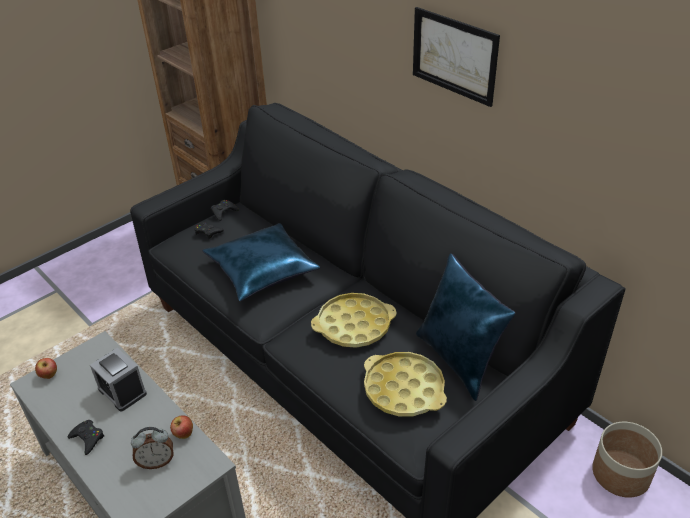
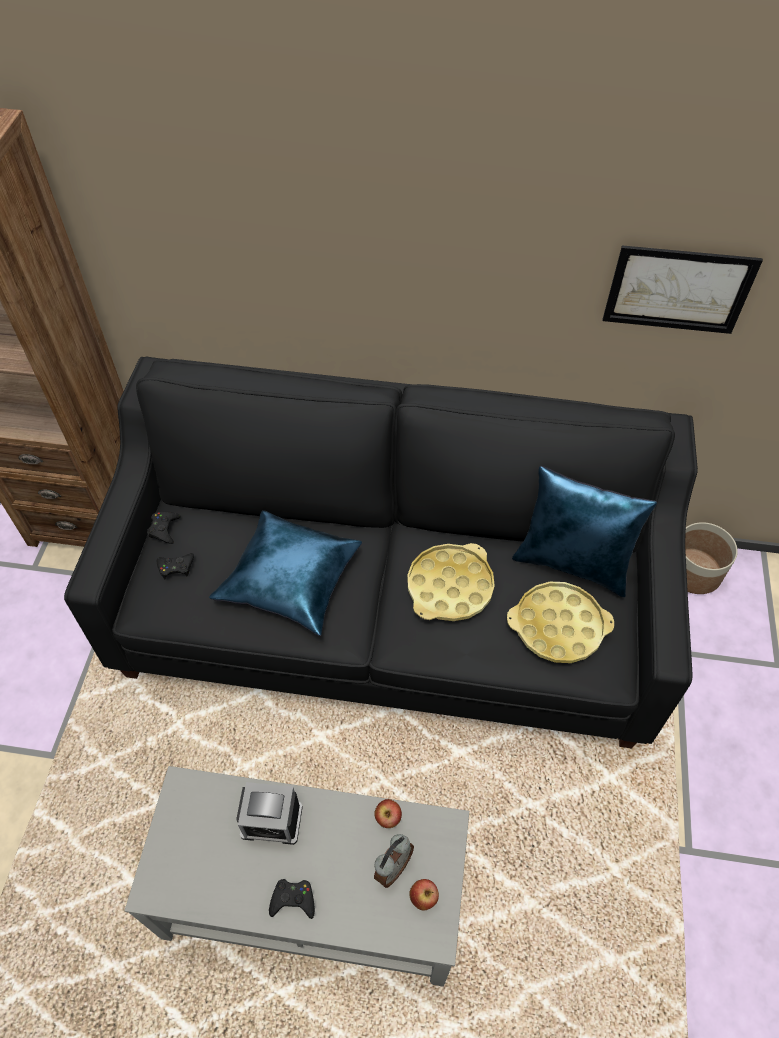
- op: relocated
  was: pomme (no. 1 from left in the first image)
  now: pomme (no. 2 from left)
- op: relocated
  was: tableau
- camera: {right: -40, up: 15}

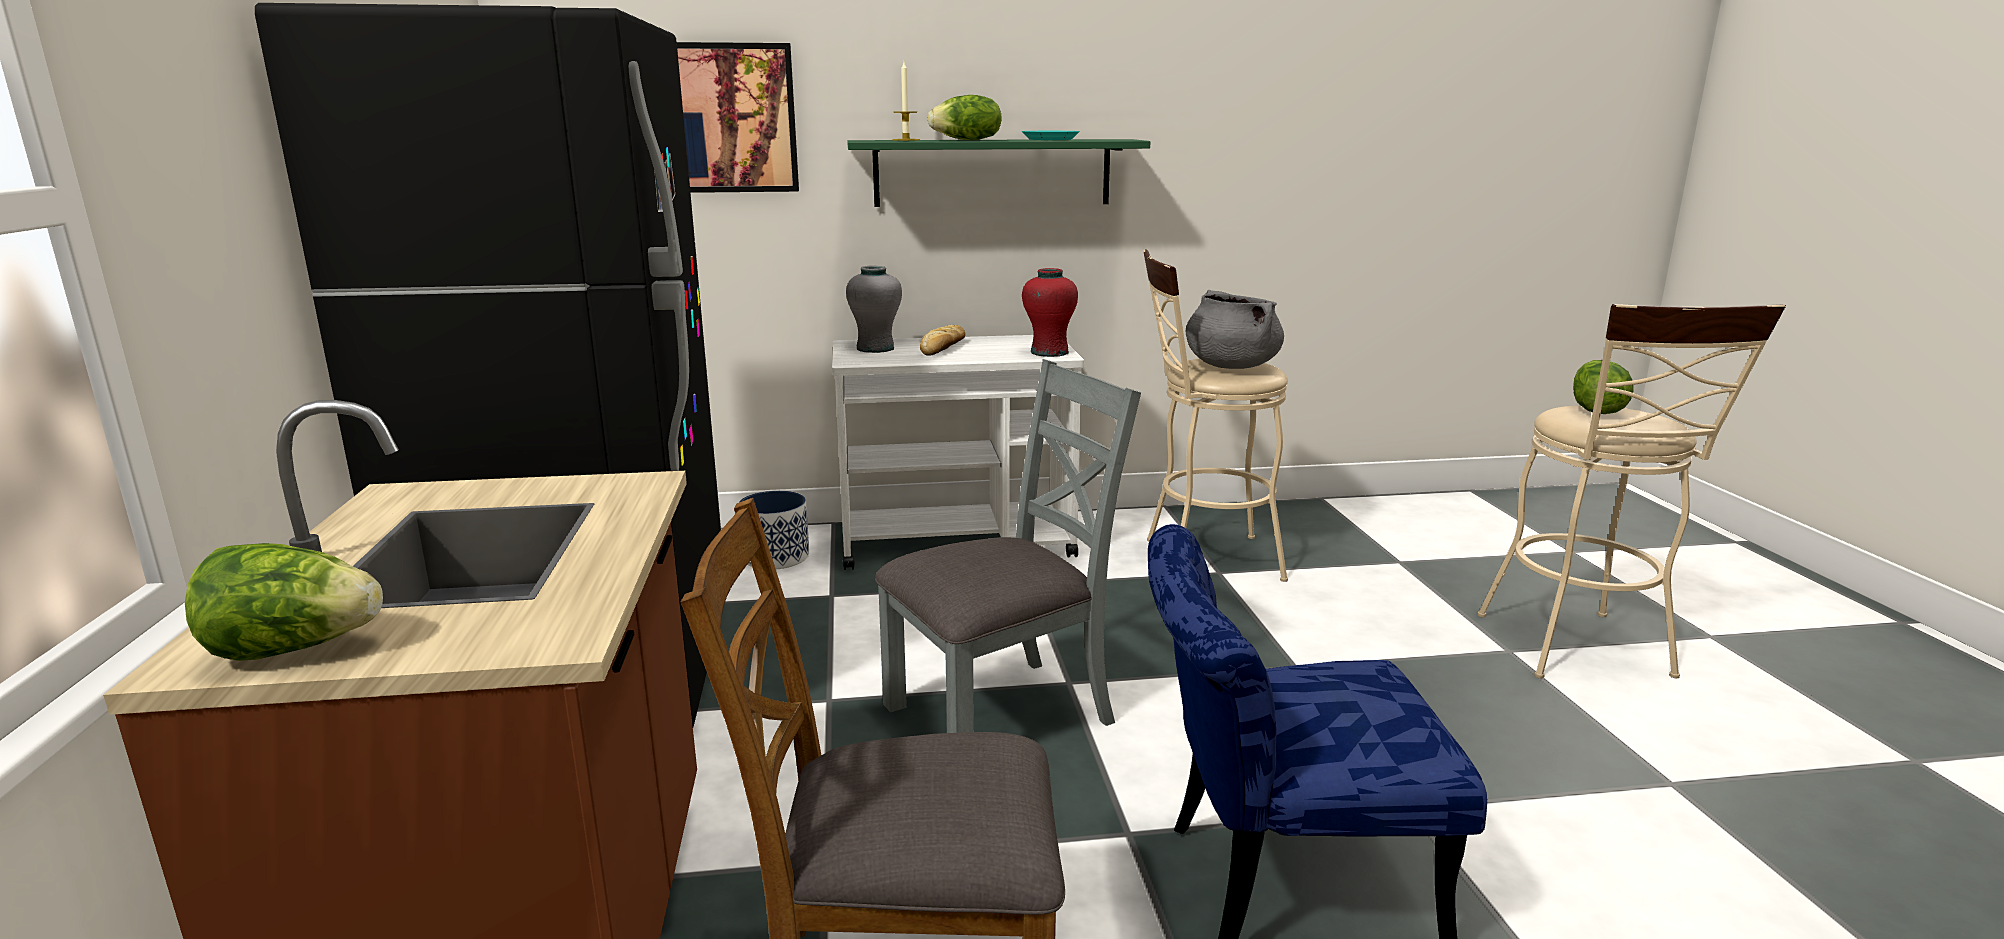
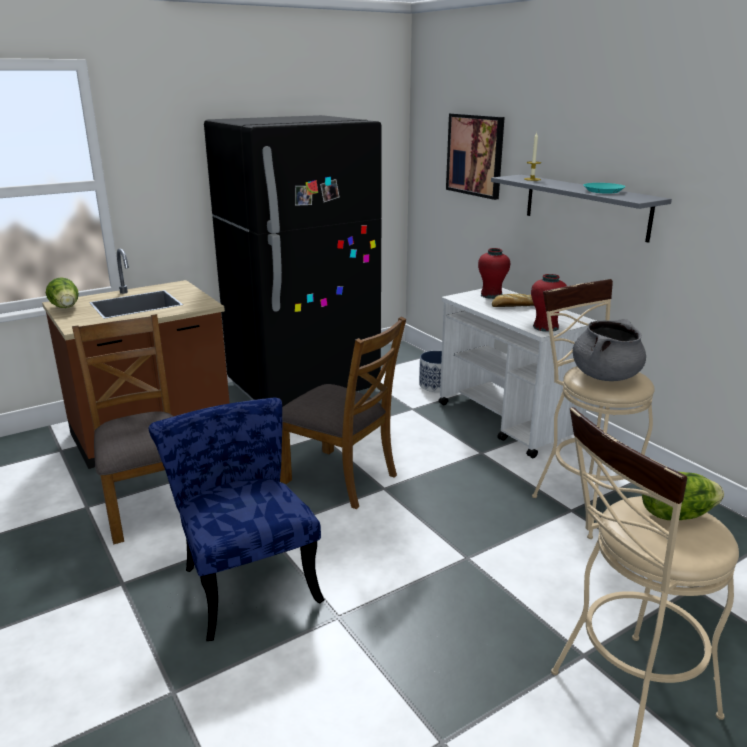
- op: colour
  was: chaise/gris
  now: chaise/marron (no. 2 from left)
- op: colour
  was: vase/gris
  now: vase/rouge (no. 1 from left)
- op: colour
  was: étagère/vert
  now: étagère/gris
- op: missing
  was: laitue (no. 2 from left)
- camera: {right: 65, up: 5}

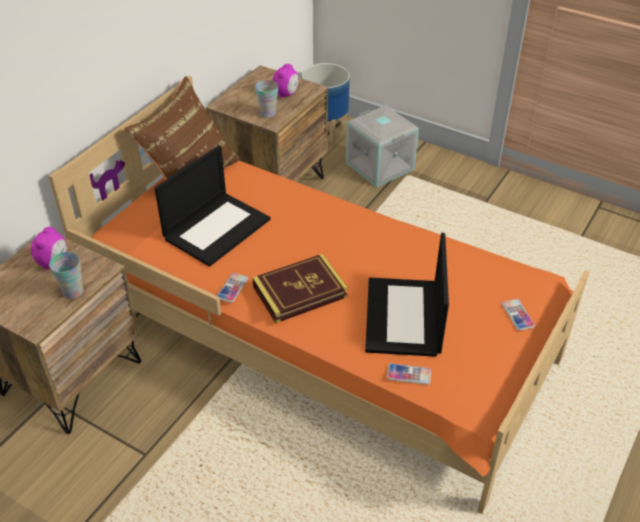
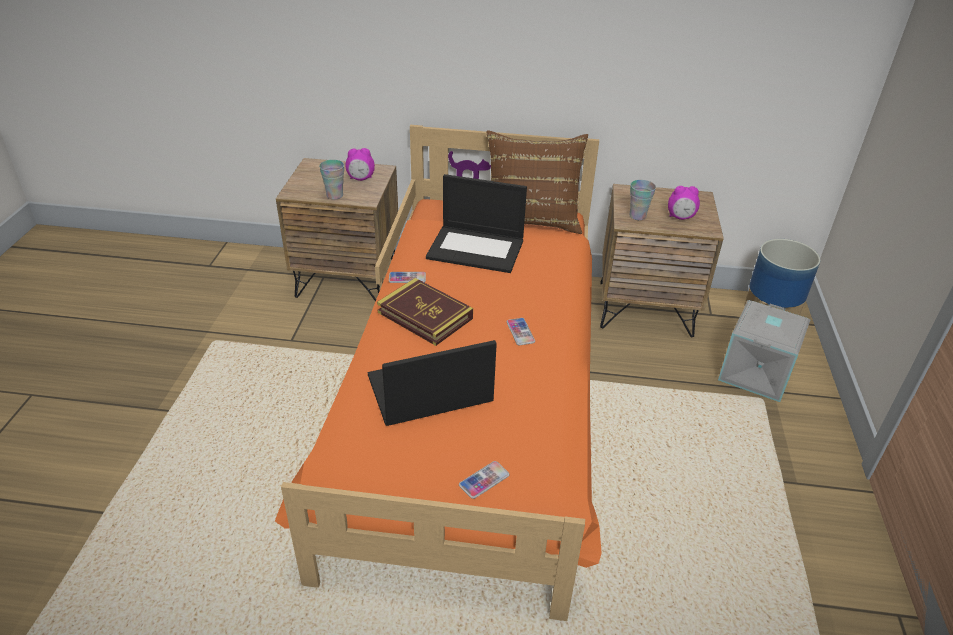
- op: relocated
  was: téléphone (no. 2 from left in the first image)
  now: téléphone (no. 3 from left)
- camera: {right: 65, up: -5}

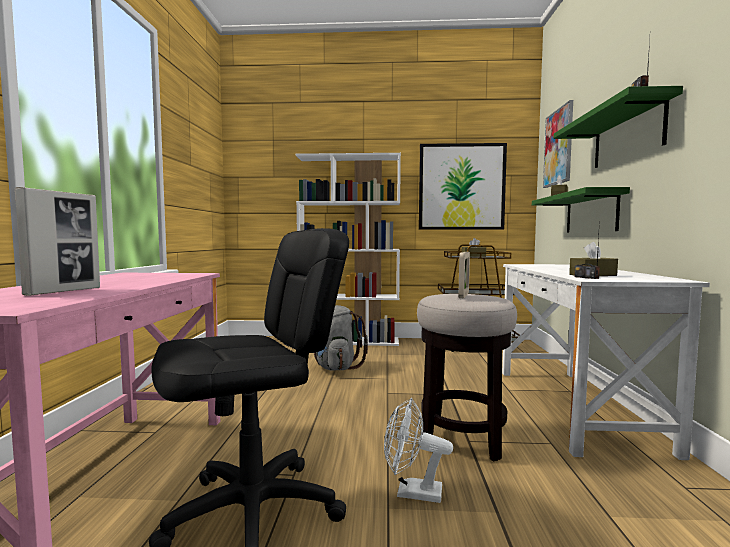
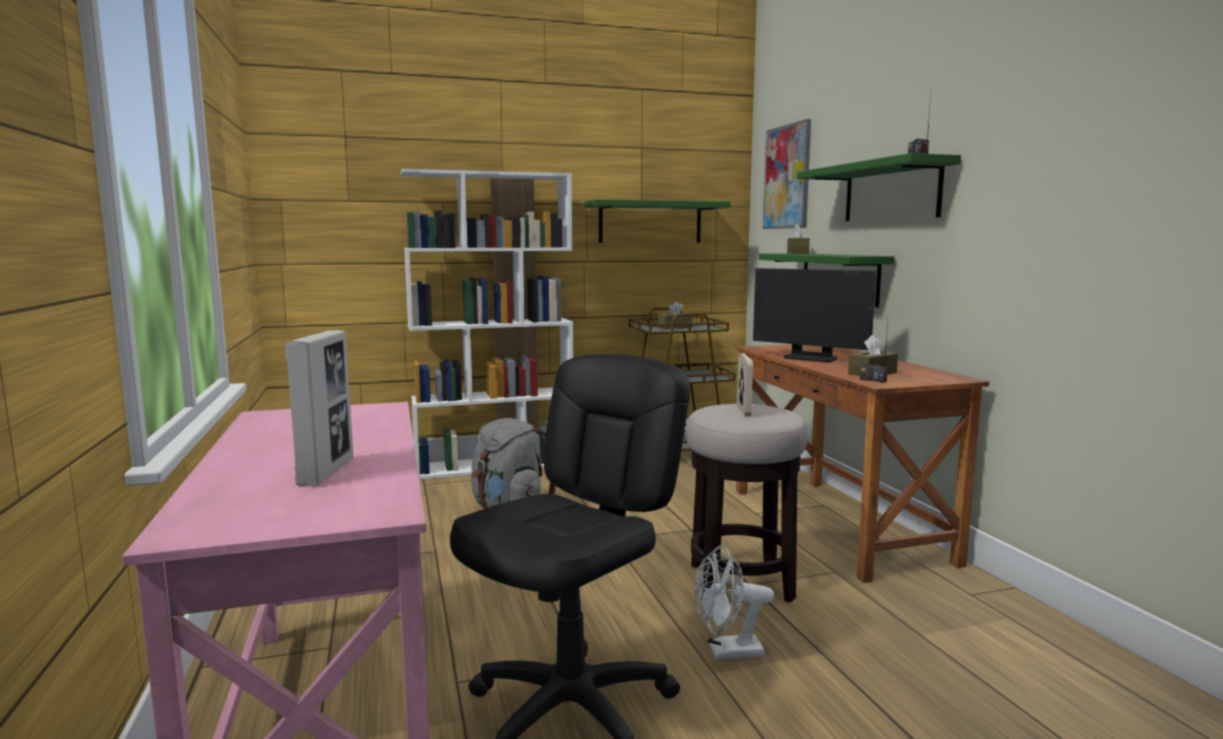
- op: exchanged
  was: tableau (no. 1 from left)
  now: étagère/vert (no. 1 from left)
- op: colour
  was: bureau/blanc
  now: bureau/marron
- op: appeared
  now: écran d'ordinateur
- camera: {right: -20, up: 5}

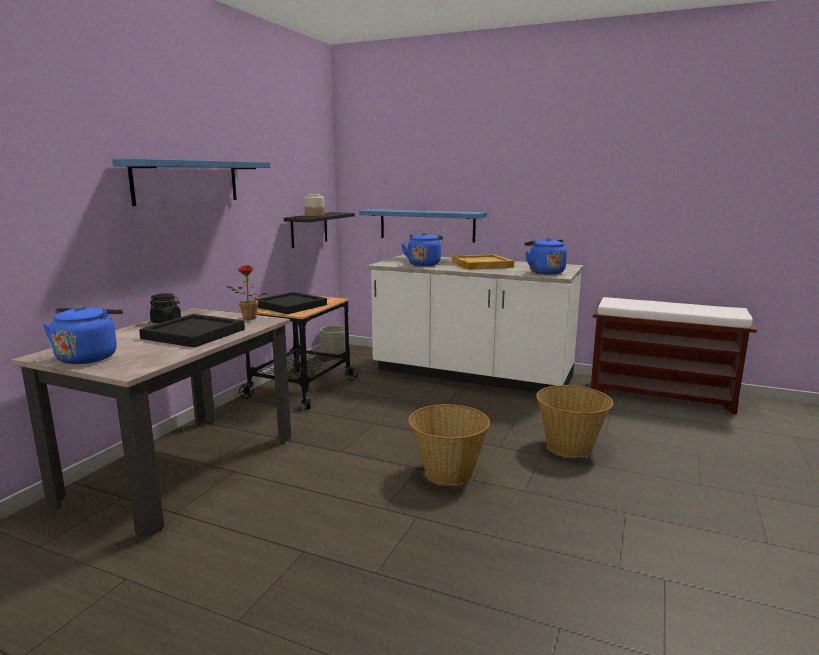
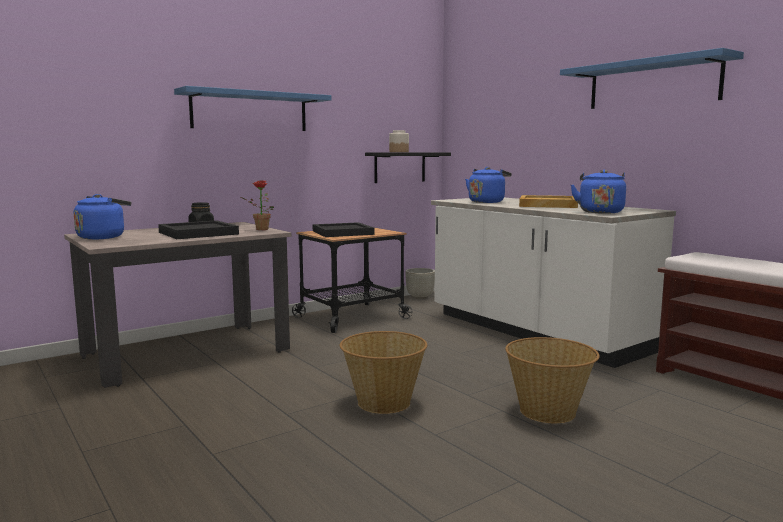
- op: relocated
  was: étagère/bleu (no. 2 from left)
- camera: {right: 30, up: -5}

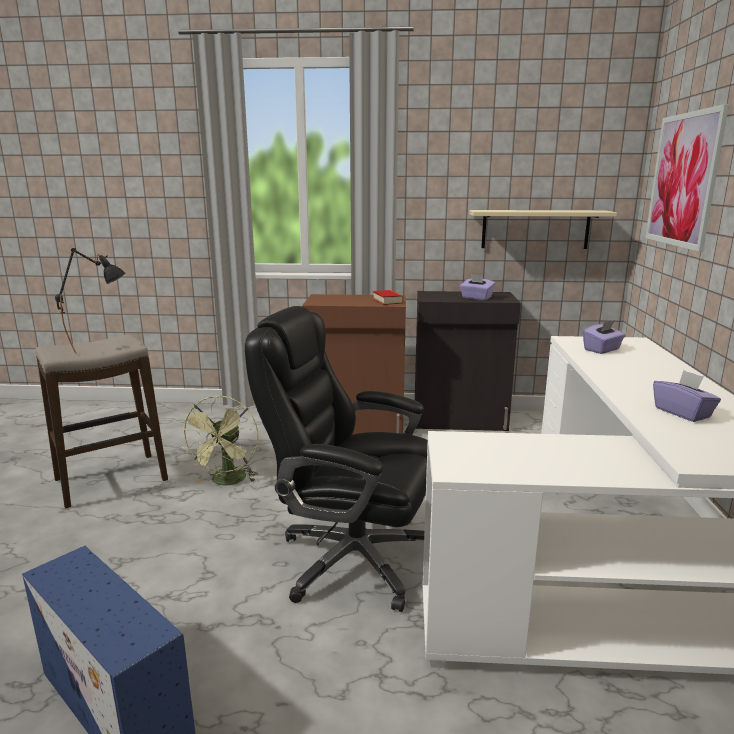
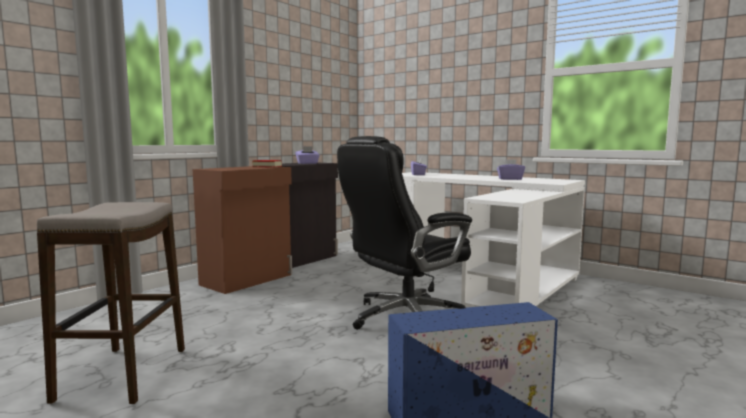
- op: missing
  was: lampe de table/noir
- op: missing
  was: ventilateur/vert
- op: missing
  was: étagère/beige
- op: missing
  was: tableau
- camera: {right: -55, up: -10}

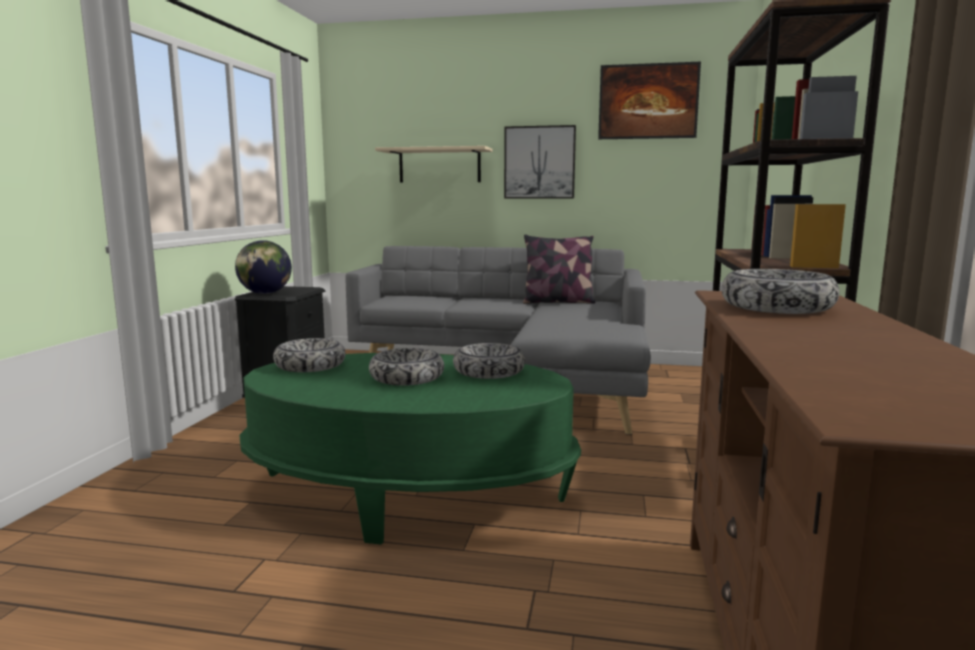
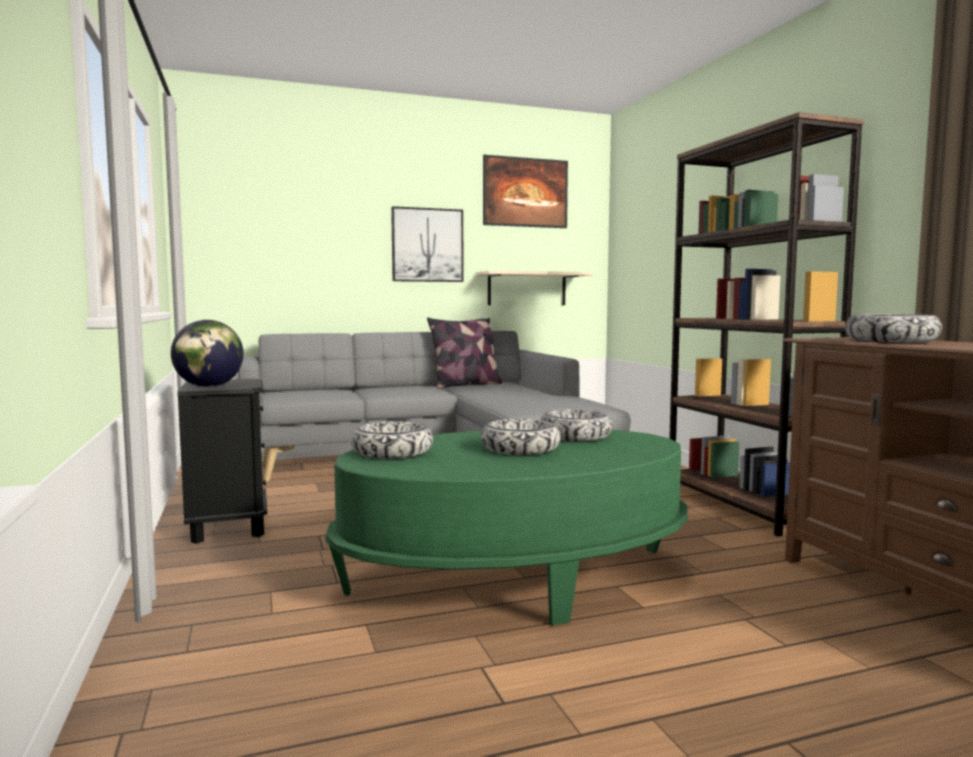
- op: relocated
  was: étagère/beige
- camera: {right: -30, up: -5}

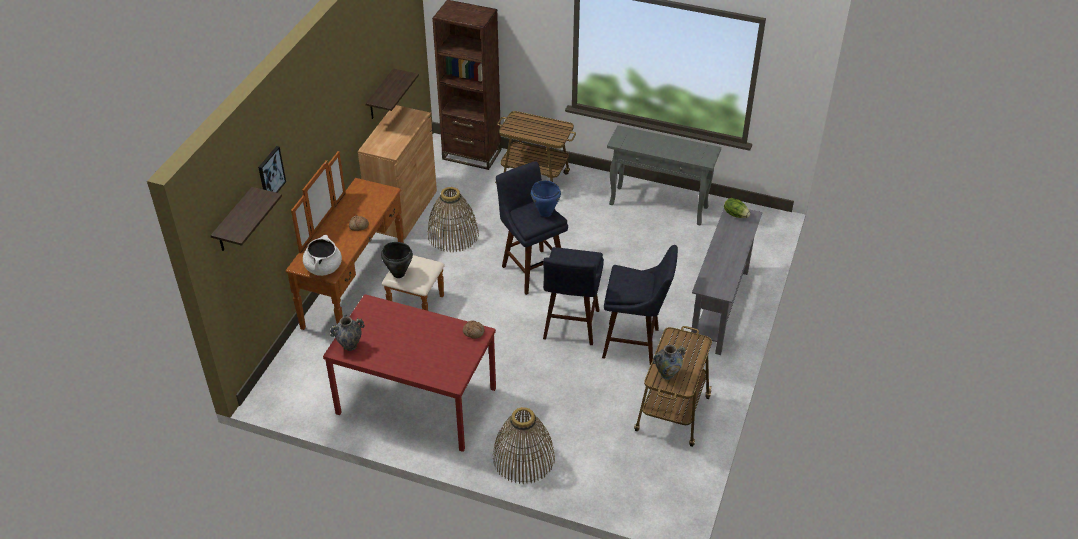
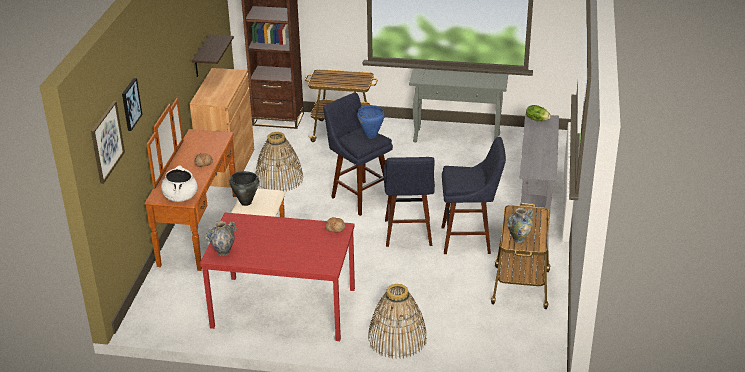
- op: exchanged
  was: étagère (no. 1 from left)
  now: tableau (no. 1 from left)
- camera: {right: -10, up: -10}

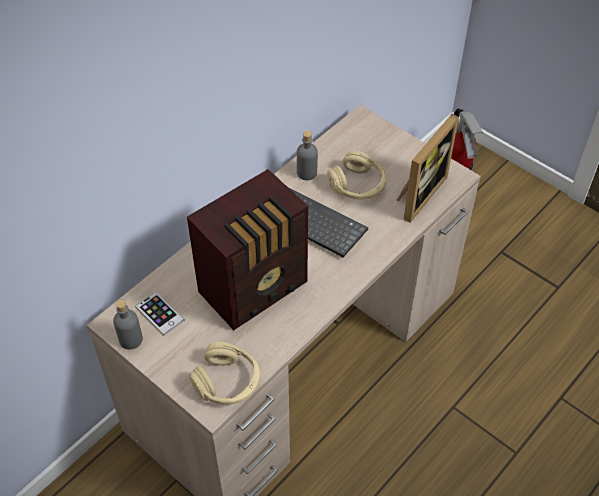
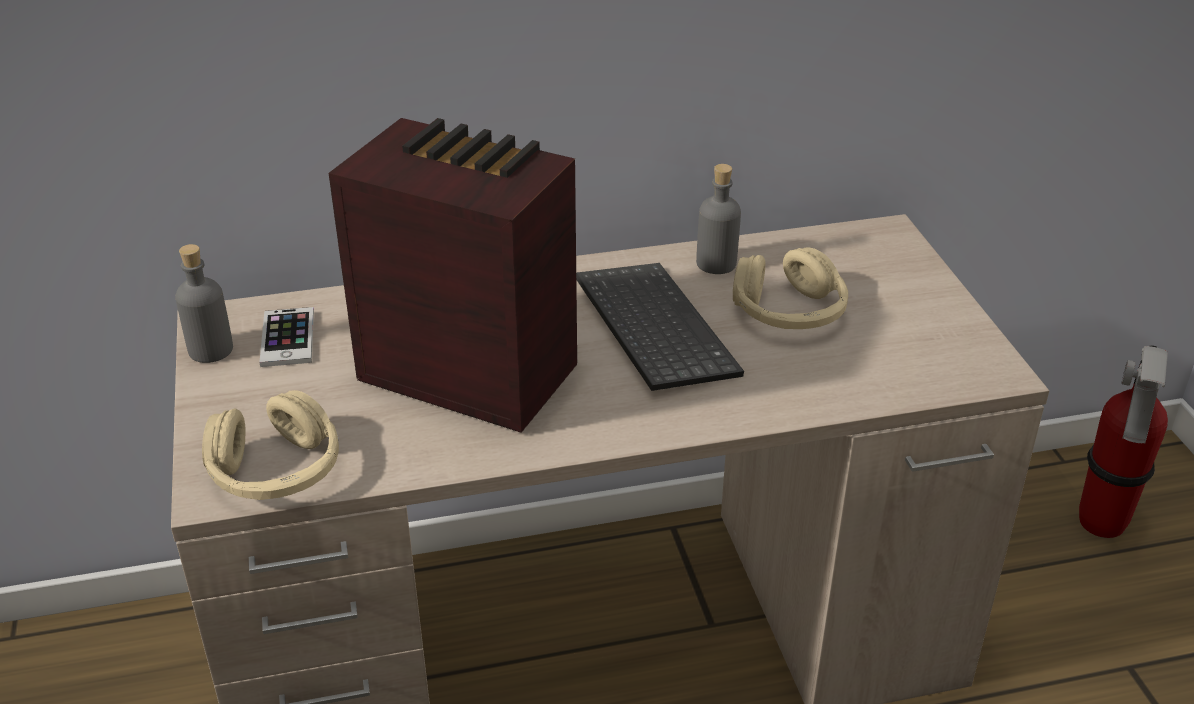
- op: spun
  was: radio
  clockwise: -150
- op: missing
  was: cadre photo
- camera: {right: 35, up: -15}

